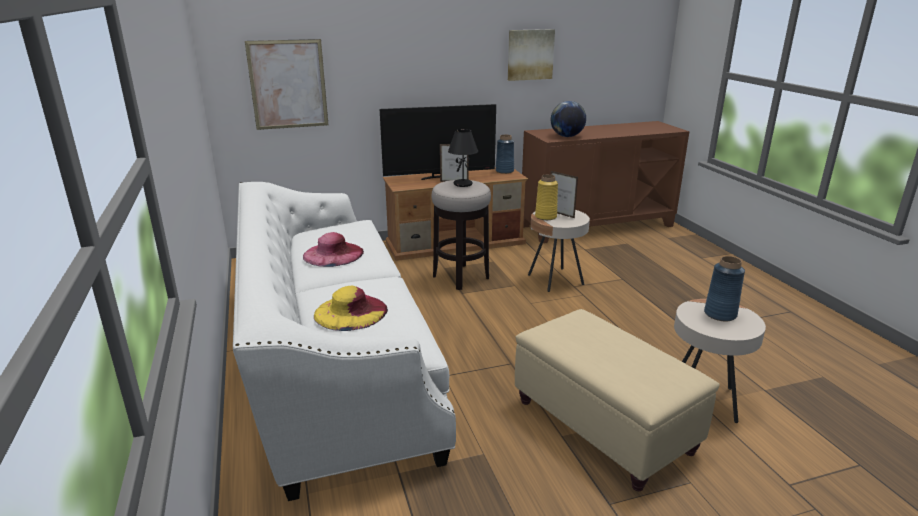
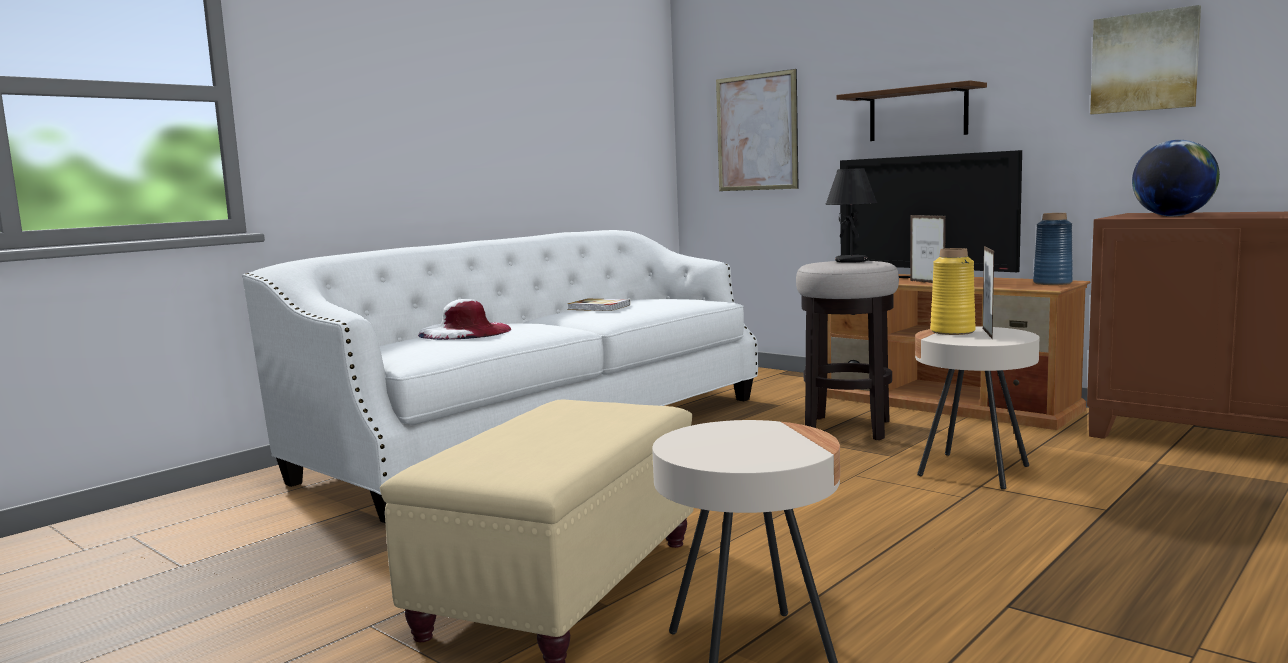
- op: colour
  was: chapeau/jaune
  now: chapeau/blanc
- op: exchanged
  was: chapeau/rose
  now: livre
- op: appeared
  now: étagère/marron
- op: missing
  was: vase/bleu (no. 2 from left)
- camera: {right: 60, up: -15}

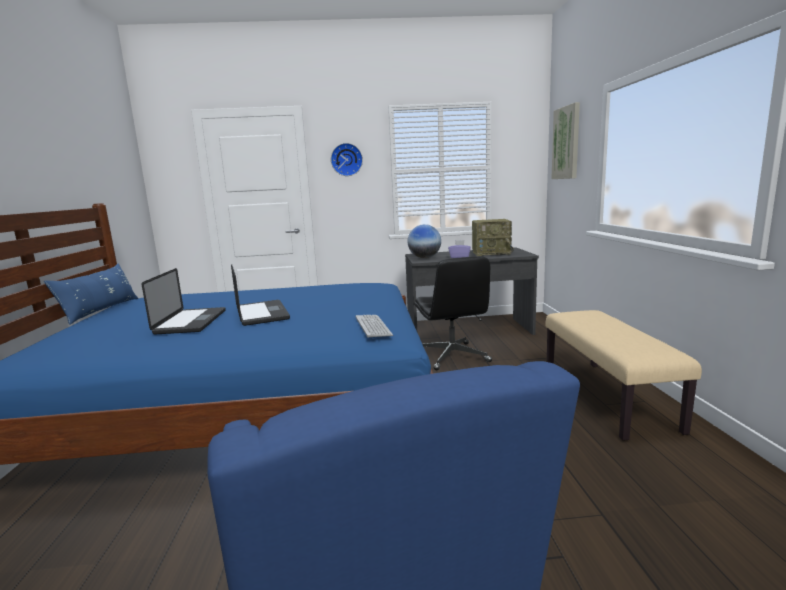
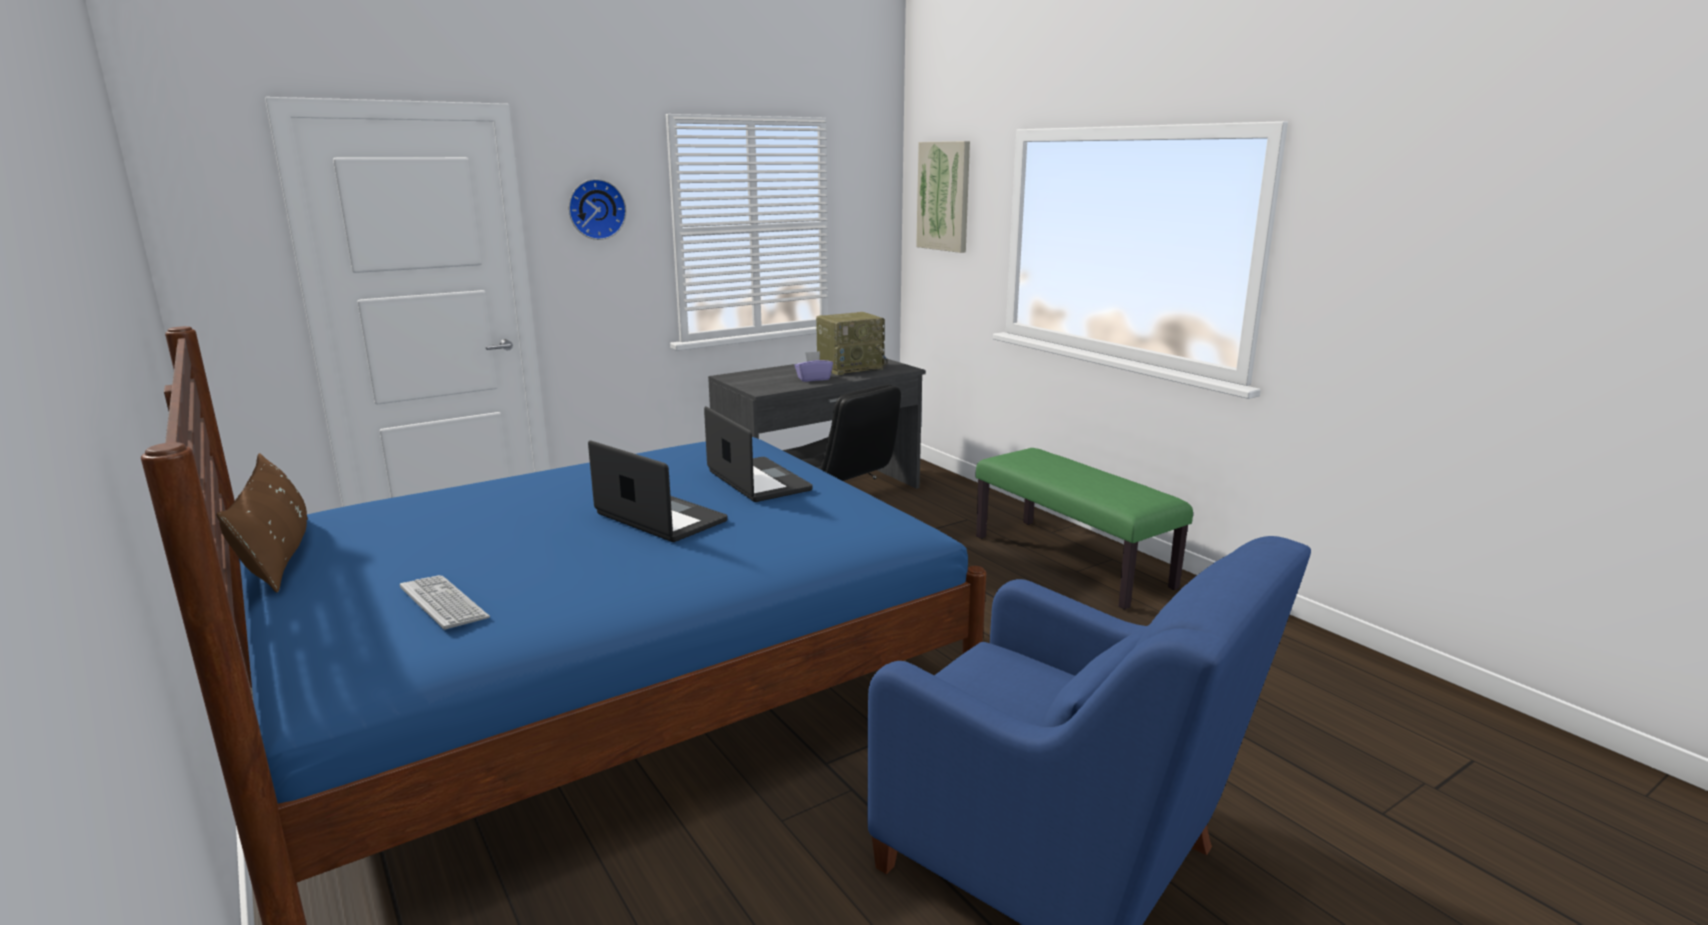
- op: colour
  was: coussin/bleu
  now: coussin/marron
- op: relocated
  was: clavier
- op: relocated
  was: ordinateur portable (no. 1 from left in the first image)
  now: ordinateur portable (no. 2 from left)
- op: colour
  was: banc/beige
  now: banc/vert
- op: missing
  was: globe
- camera: {right: -30, up: 5}

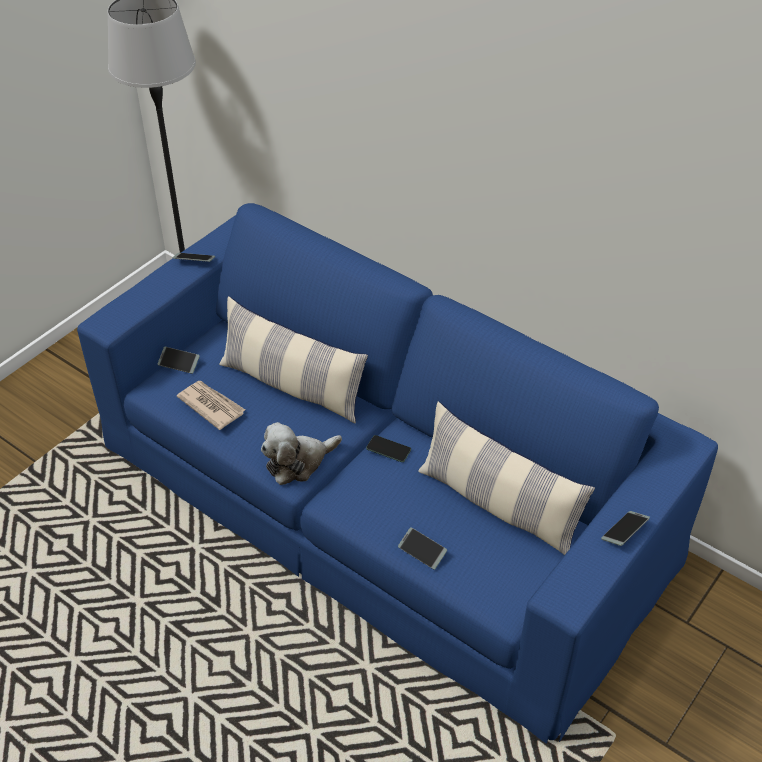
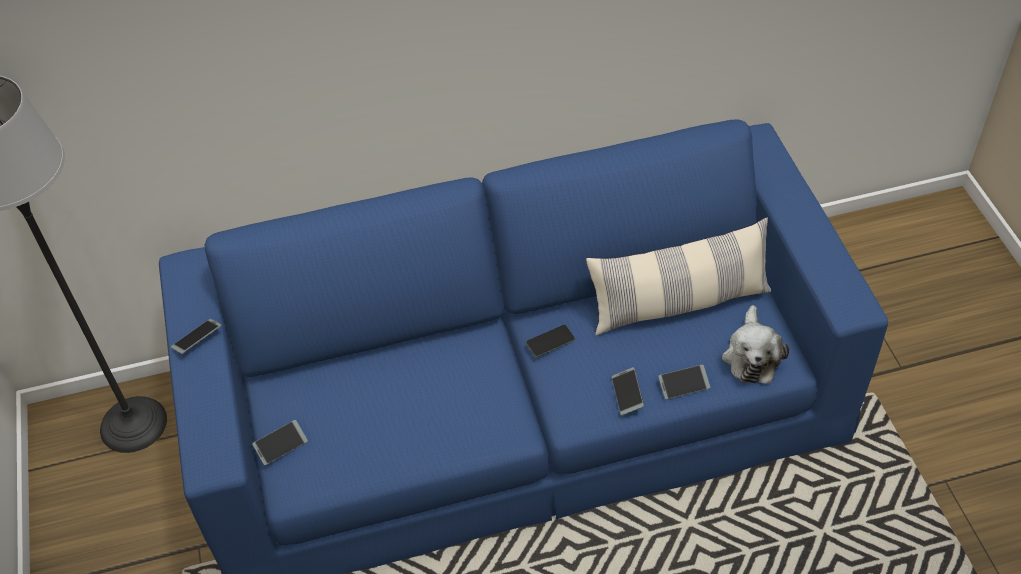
- op: relocated
  was: téléphone (no. 5 from left in the first image)
  now: téléphone (no. 4 from left)
- op: relocated
  was: peluche
- op: missing
  was: journal
- op: missing
  was: coussin (no. 1 from left)
- camera: {right: -50, up: 5}

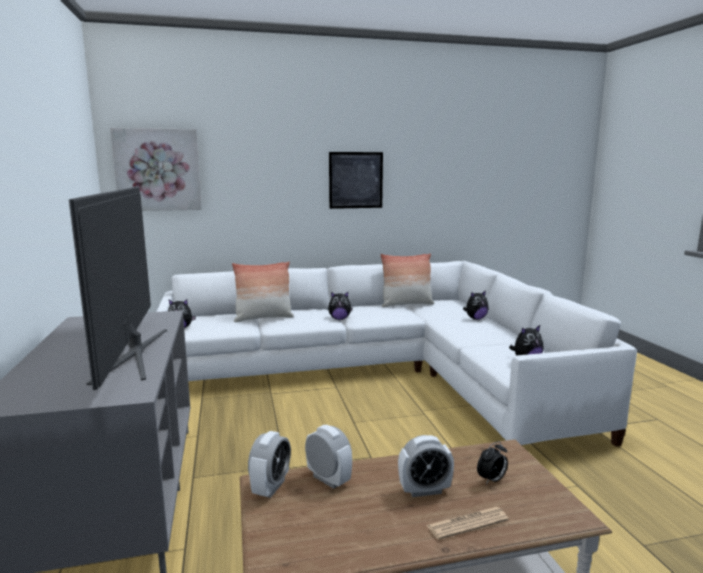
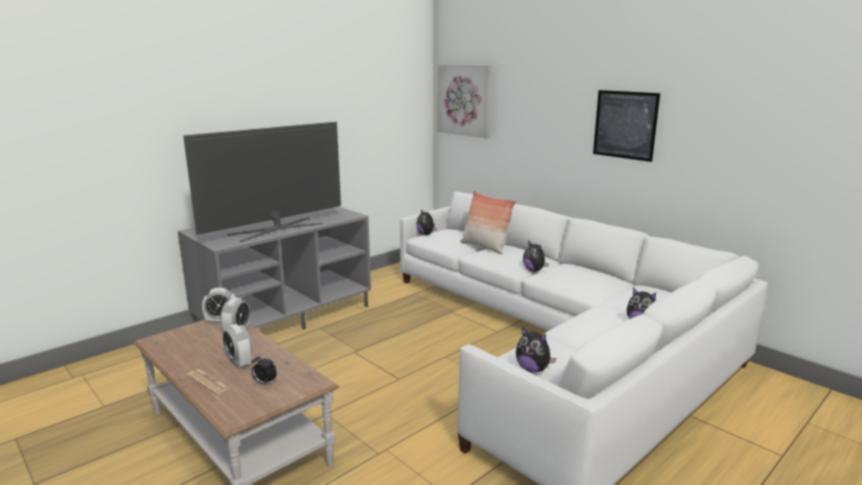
- op: missing
  was: coussin (no. 2 from left)
- camera: {right: 60, up: 5}

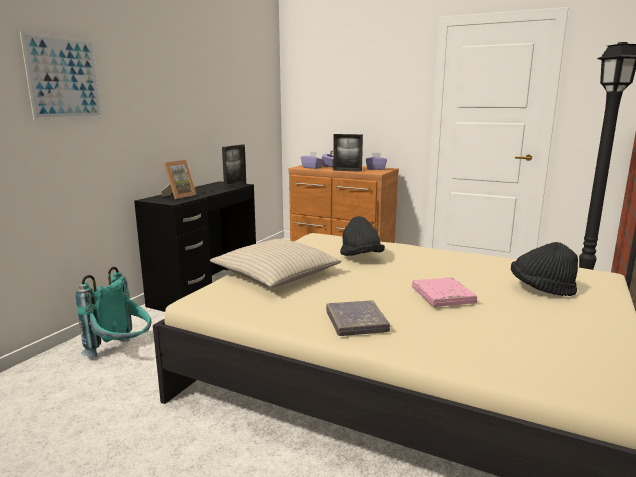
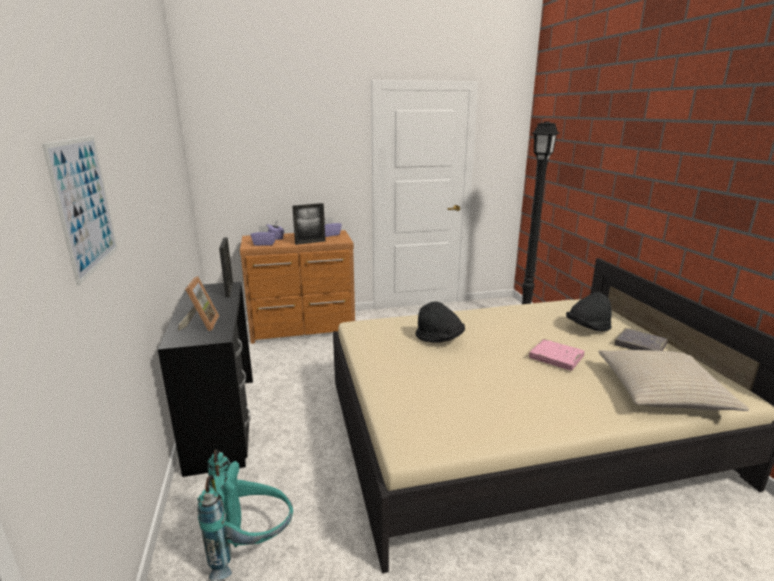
- op: relocated
  was: coussin/beige
- op: relocated
  was: livre/gris
- camera: {right: -40, up: 5}

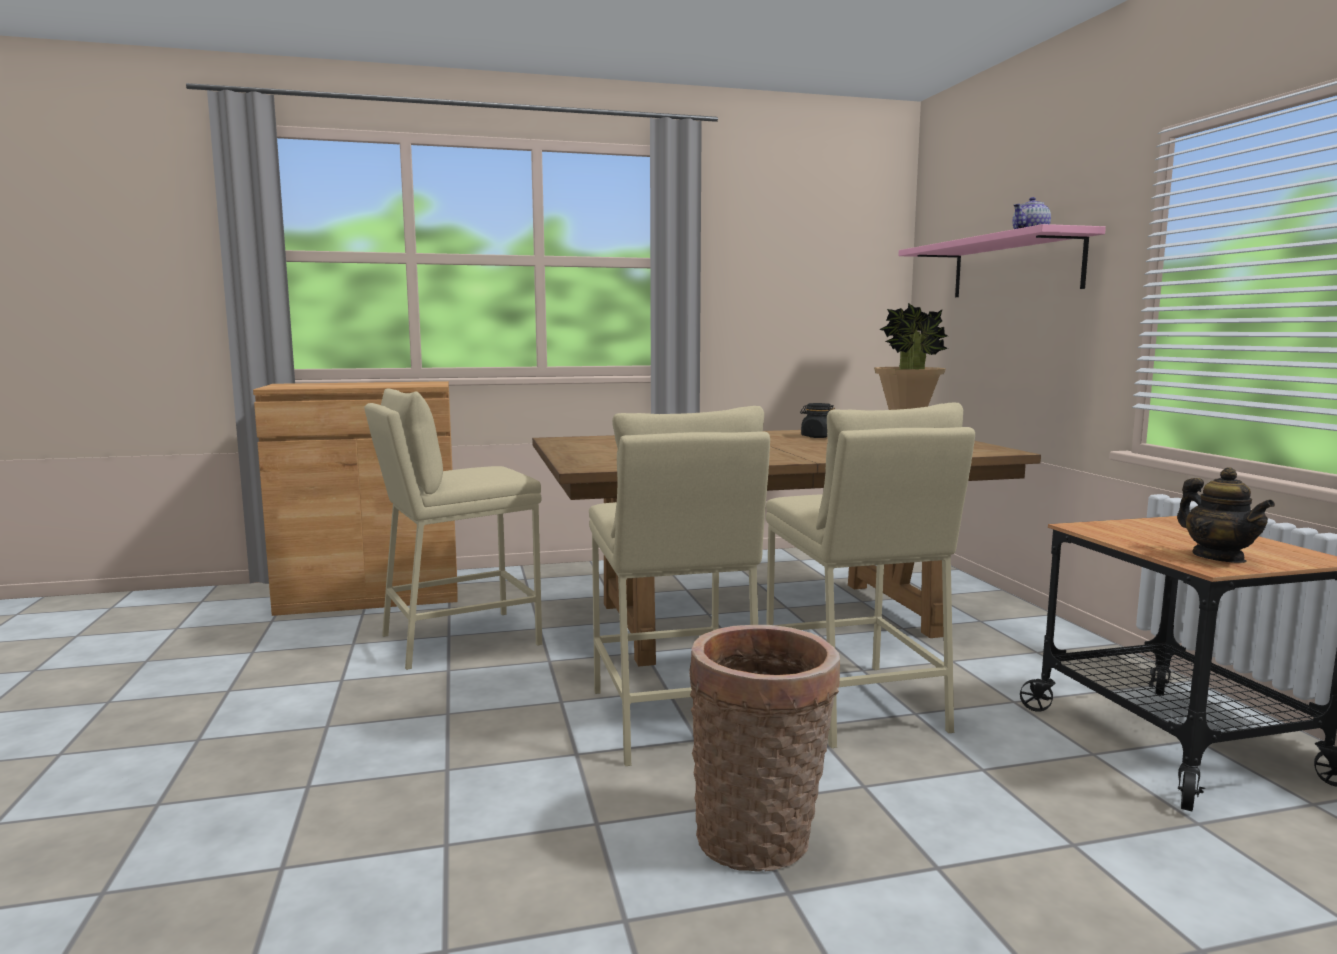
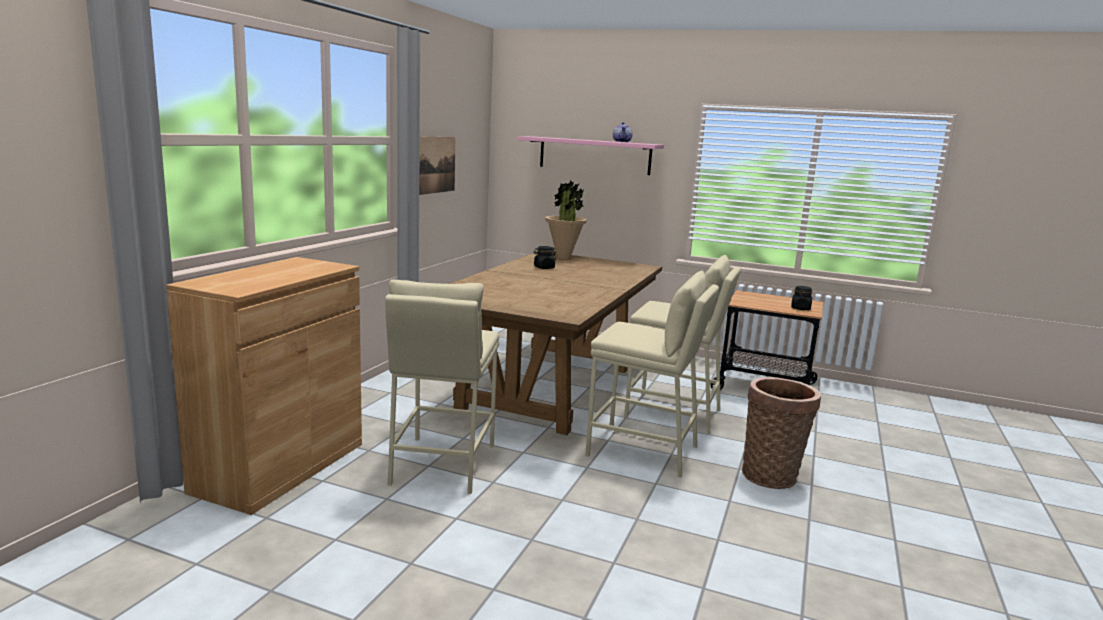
- op: appeared
  now: tableau
- op: exchanged
  was: théière (no. 2 from left)
  now: bocal/noir (no. 2 from left)
- camera: {right: -55, up: 5}

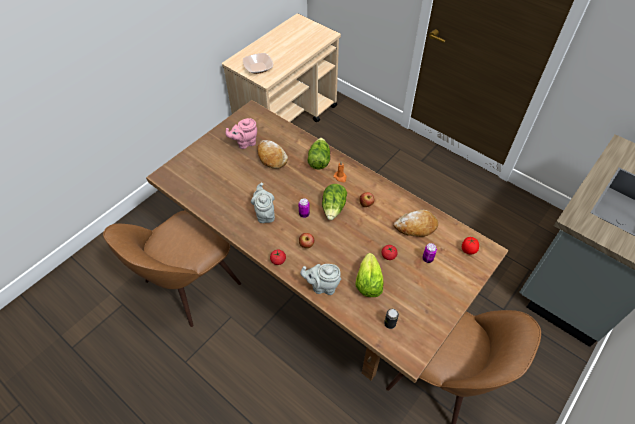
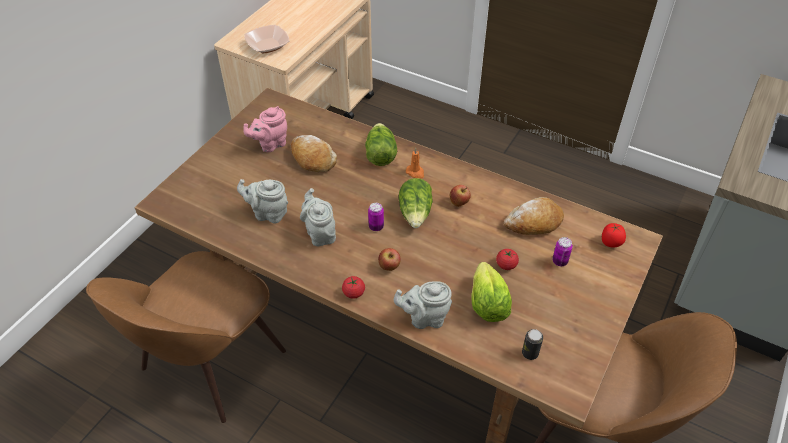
- op: appeared
  now: théière/gris (no. 1 from left)
- camera: {right: -10, up: -5}

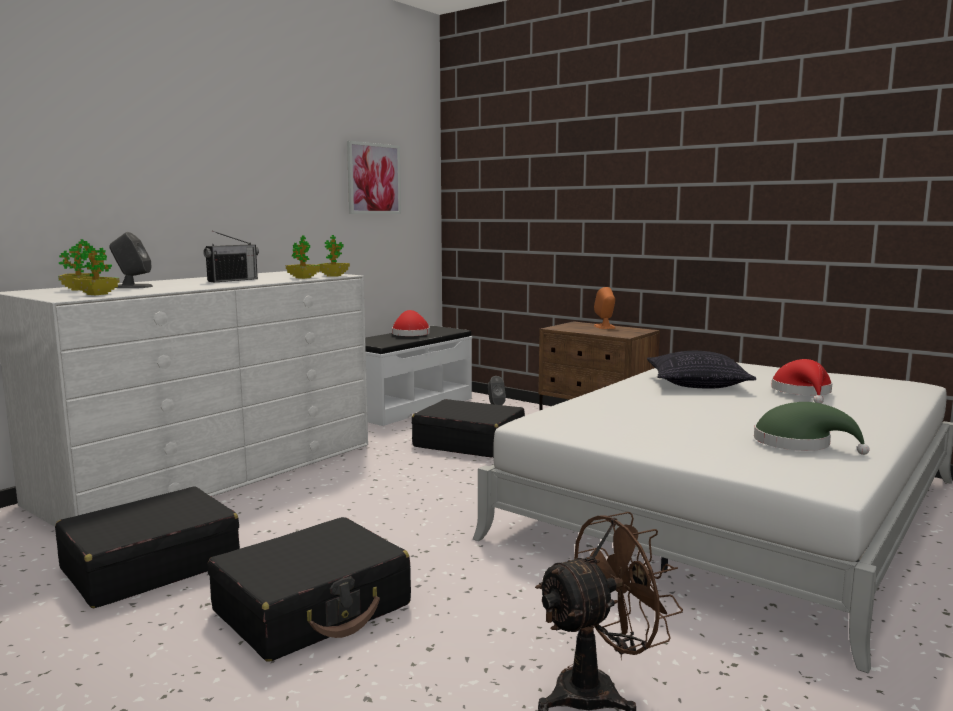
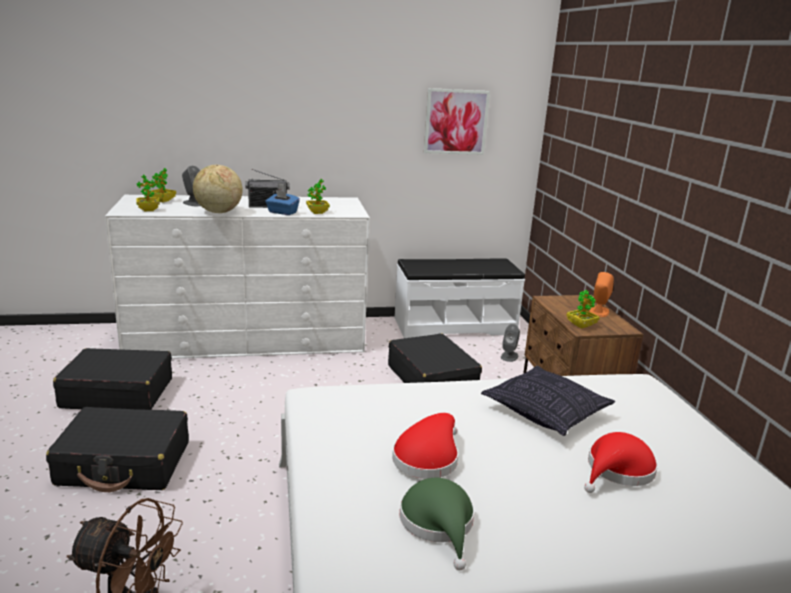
- op: appeared
  now: globe
- op: appeared
  now: boîte à mouchoirs/bleu
- op: relocated
  was: chapeau/rouge (no. 1 from left)
- op: relocated
  was: plante en pot (no. 4 from left)
- camera: {right: 40, up: 10}

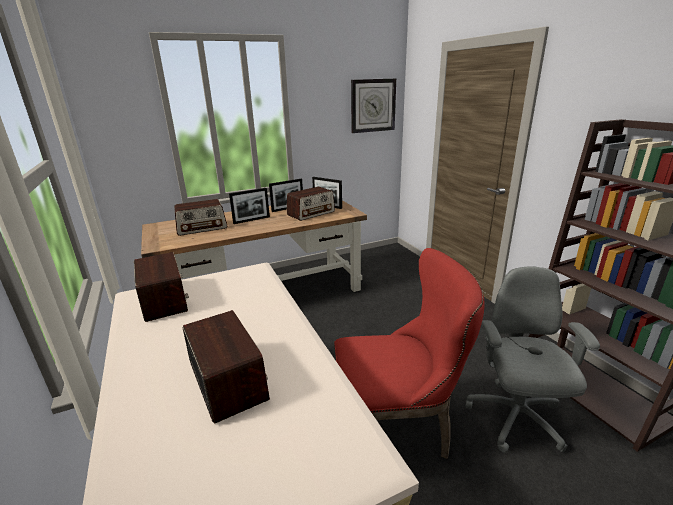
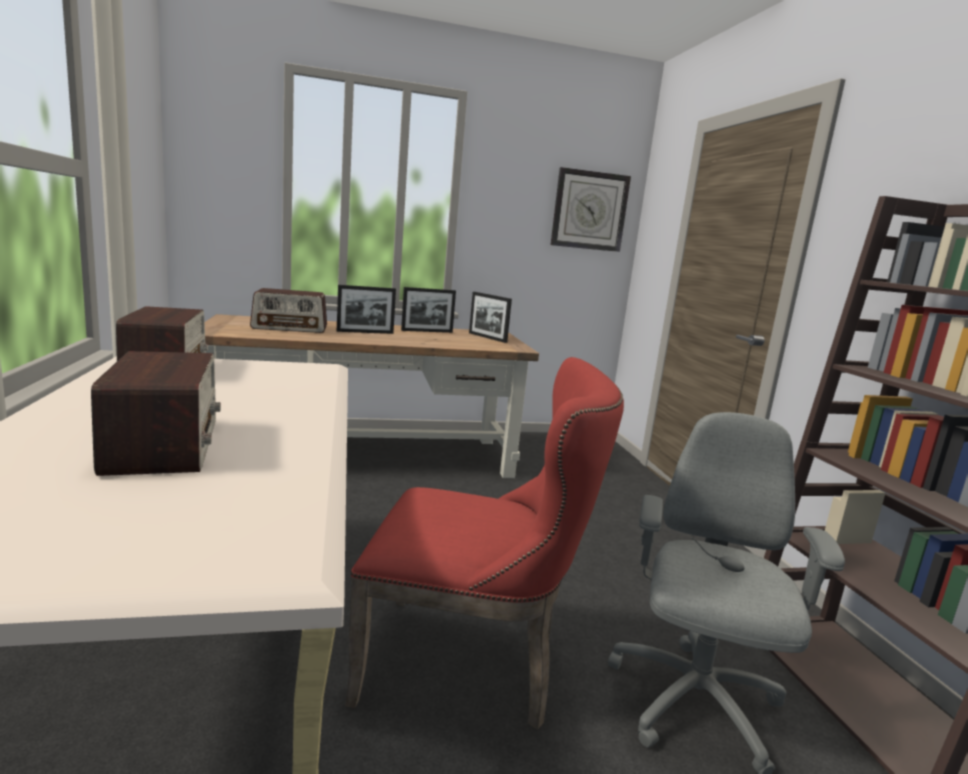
- op: missing
  was: radio (no. 4 from left)
- camera: {right: 10, up: -10}

